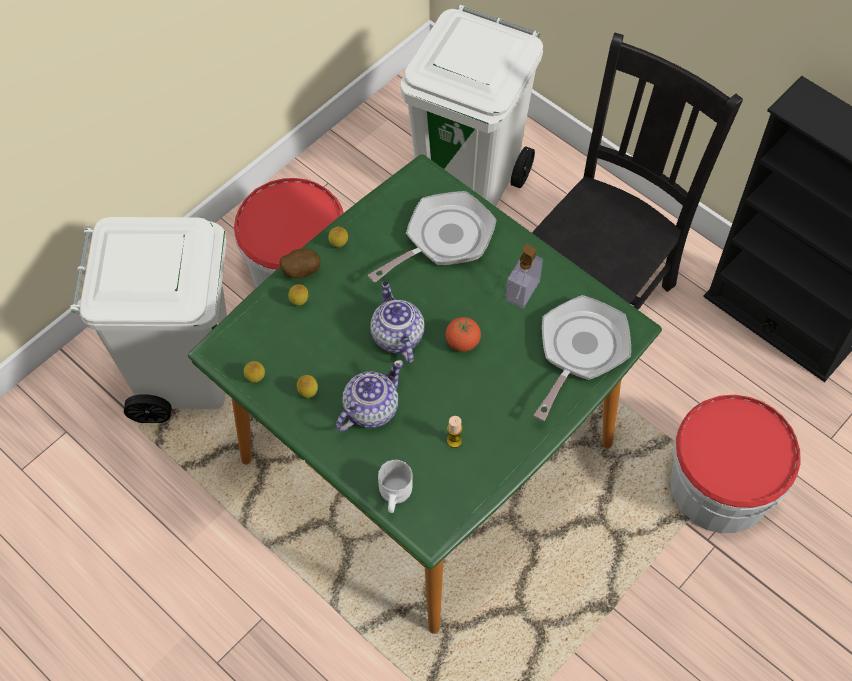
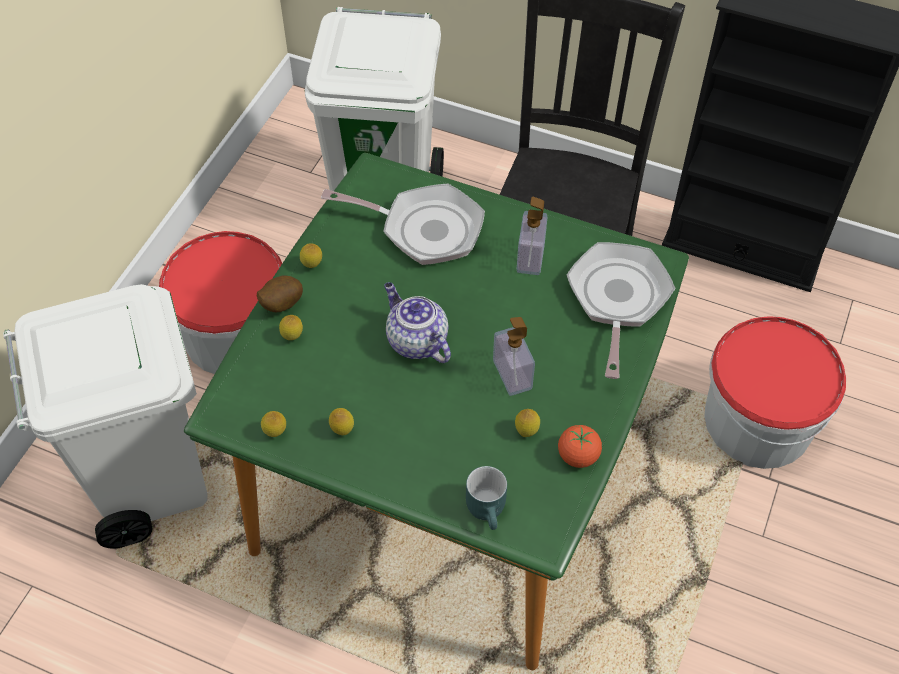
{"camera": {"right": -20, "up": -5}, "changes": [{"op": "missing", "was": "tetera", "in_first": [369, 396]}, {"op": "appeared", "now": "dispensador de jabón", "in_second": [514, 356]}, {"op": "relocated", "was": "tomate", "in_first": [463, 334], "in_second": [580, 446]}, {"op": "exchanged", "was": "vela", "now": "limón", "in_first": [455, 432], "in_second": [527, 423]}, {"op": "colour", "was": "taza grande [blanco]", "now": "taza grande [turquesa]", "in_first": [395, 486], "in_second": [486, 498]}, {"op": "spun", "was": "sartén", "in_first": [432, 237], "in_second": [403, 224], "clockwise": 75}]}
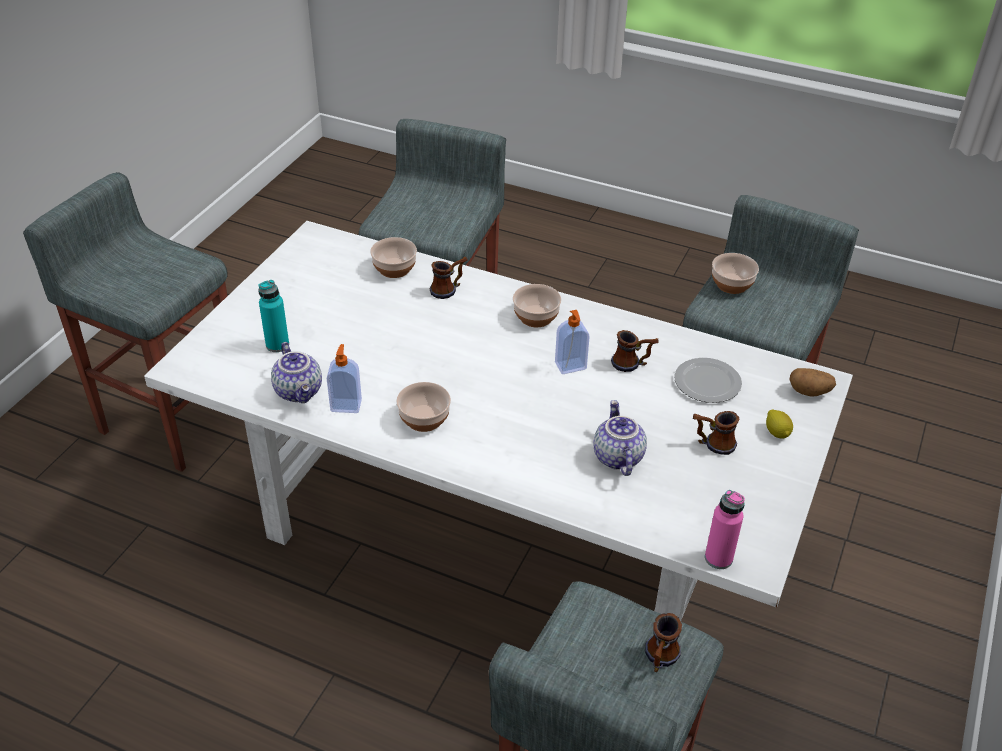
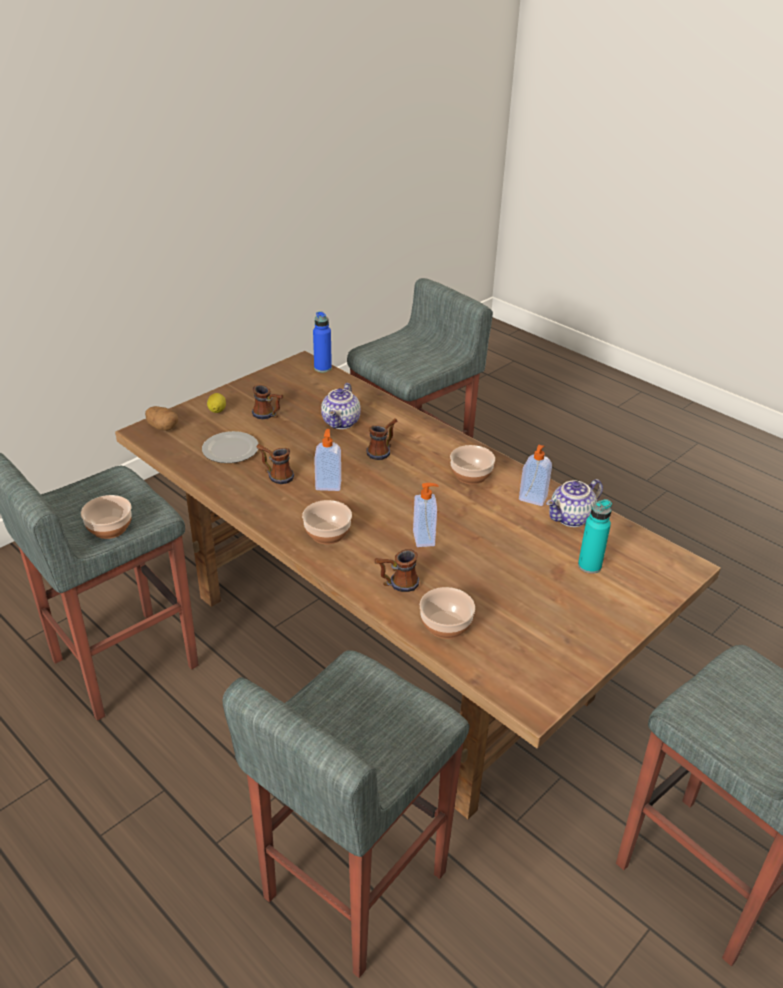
{"camera": {"right": -160, "up": -5}, "changes": [{"op": "appeared", "now": "dispensador de jabón", "in_second": [425, 515]}, {"op": "relocated", "was": "taza grande", "in_first": [663, 642], "in_second": [381, 439]}, {"op": "colour", "was": "mesa de comedor [blanco]", "now": "mesa de comedor [marrón]", "in_first": [498, 421], "in_second": [418, 585]}, {"op": "colour", "was": "botella [rosa]", "now": "botella [azul]", "in_first": [725, 529], "in_second": [322, 341]}, {"op": "spun", "was": "tetera", "in_first": [296, 372], "in_second": [574, 503], "clockwise": -120}]}
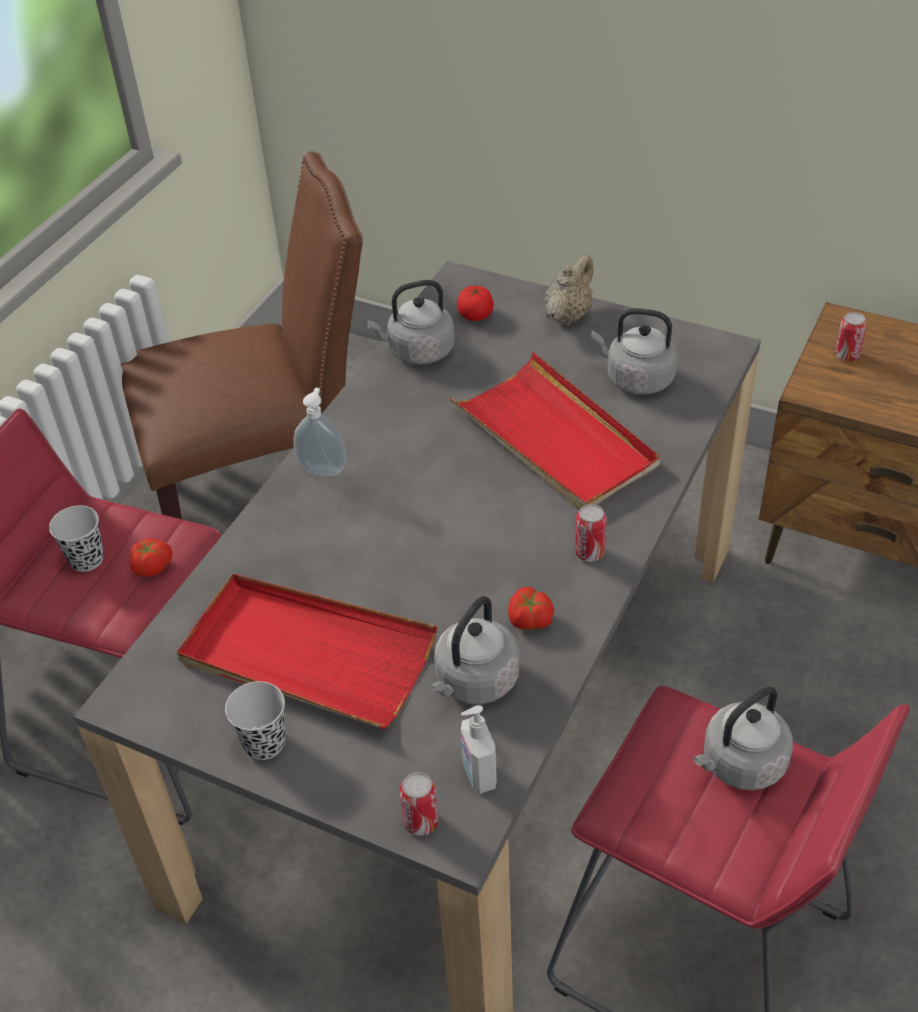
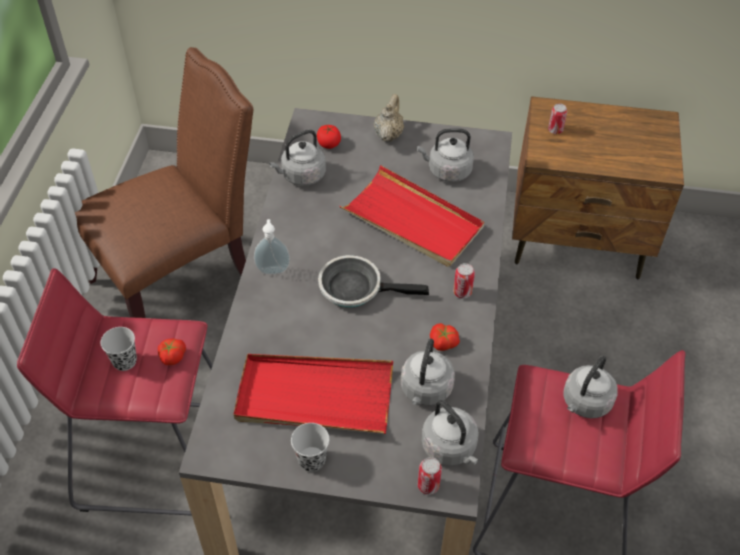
{"camera": {"right": -20, "up": 5}, "changes": [{"op": "appeared", "now": "sartén", "in_second": [373, 281]}, {"op": "exchanged", "was": "dispensador de jabón", "now": "hervidor [gris]", "in_first": [479, 749], "in_second": [450, 433]}]}
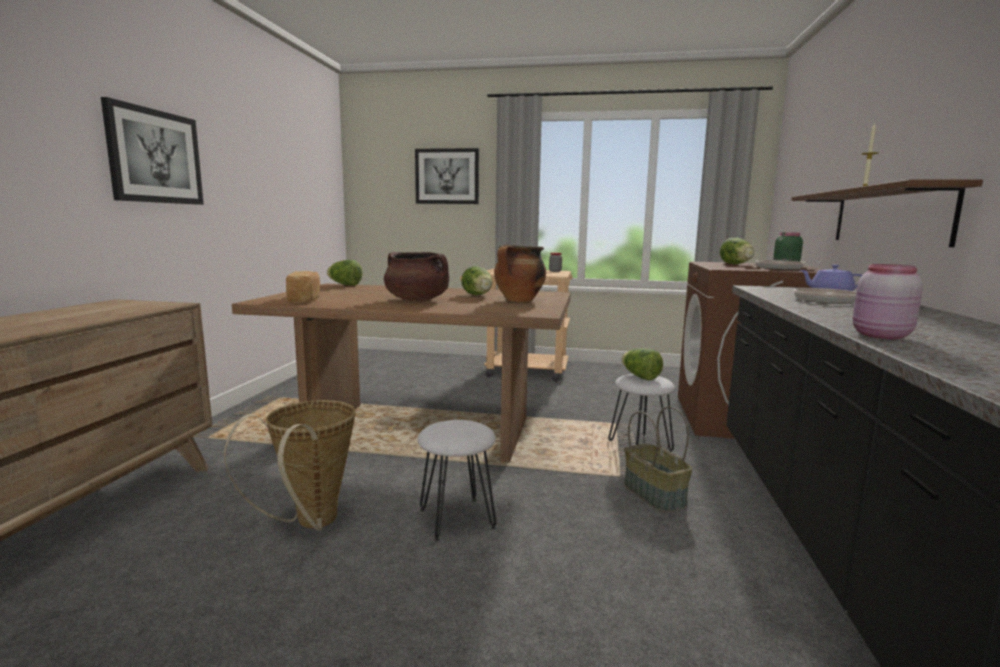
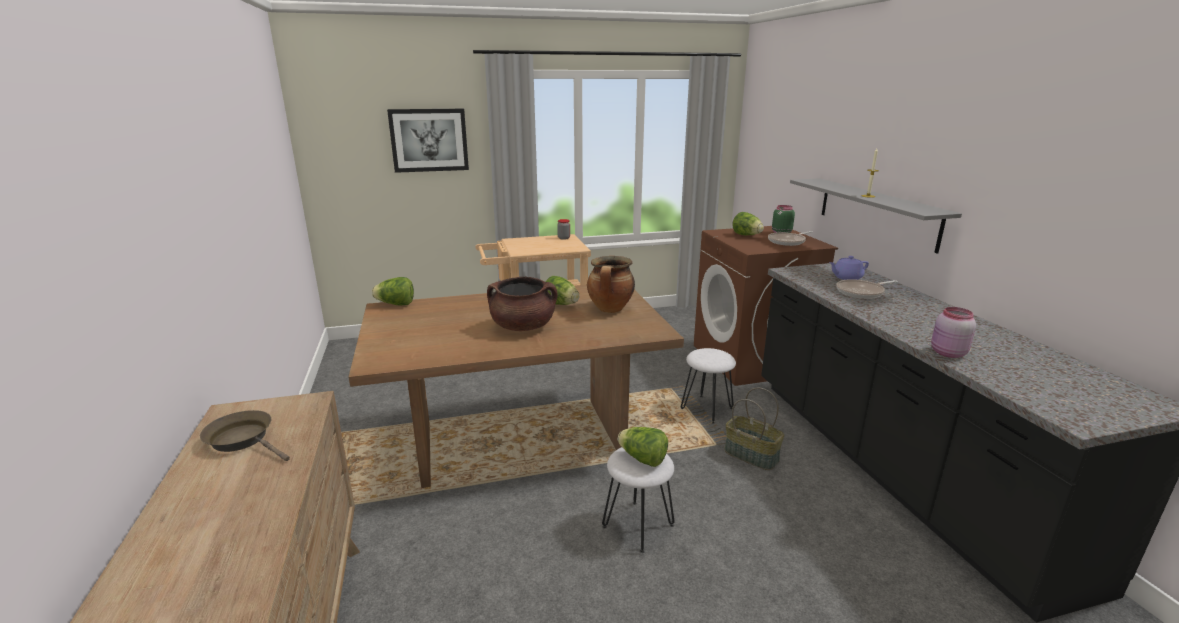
{"camera": {"right": -25, "up": 10}, "changes": [{"op": "missing", "was": "cuadro", "in_first": [152, 151]}, {"op": "missing", "was": "cesta", "in_first": [290, 465]}, {"op": "missing", "was": "pan", "in_first": [303, 287]}, {"op": "appeared", "now": "sartén [marrón]", "in_second": [245, 435]}, {"op": "relocated", "was": "lechuga", "in_first": [642, 364], "in_second": [643, 447]}, {"op": "colour", "was": "estante [marrón]", "now": "estante [gris]", "in_first": [887, 213], "in_second": [876, 216]}]}
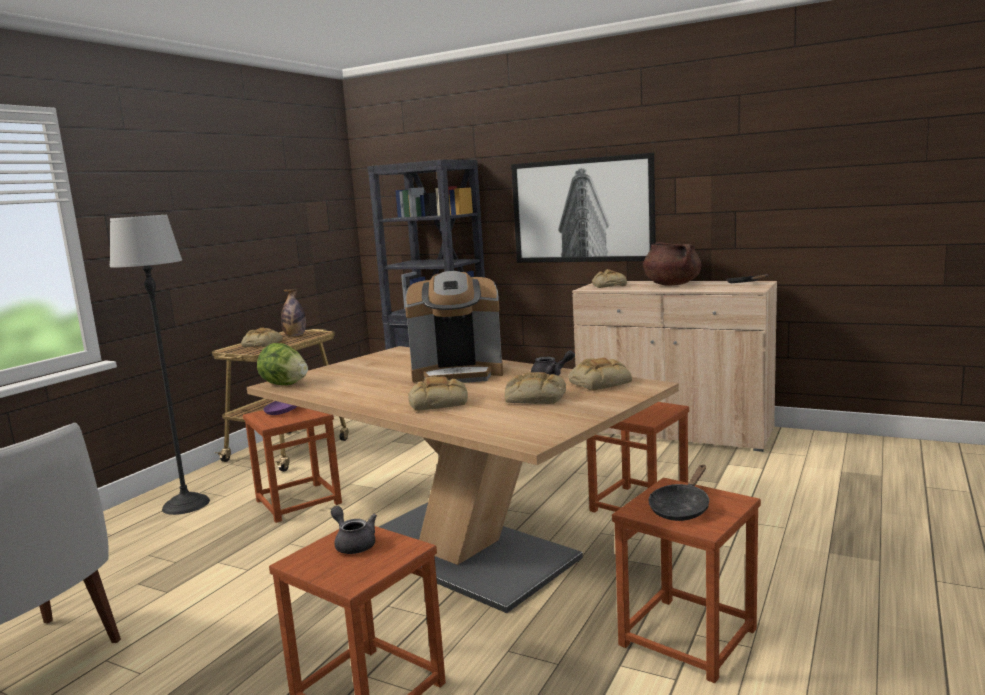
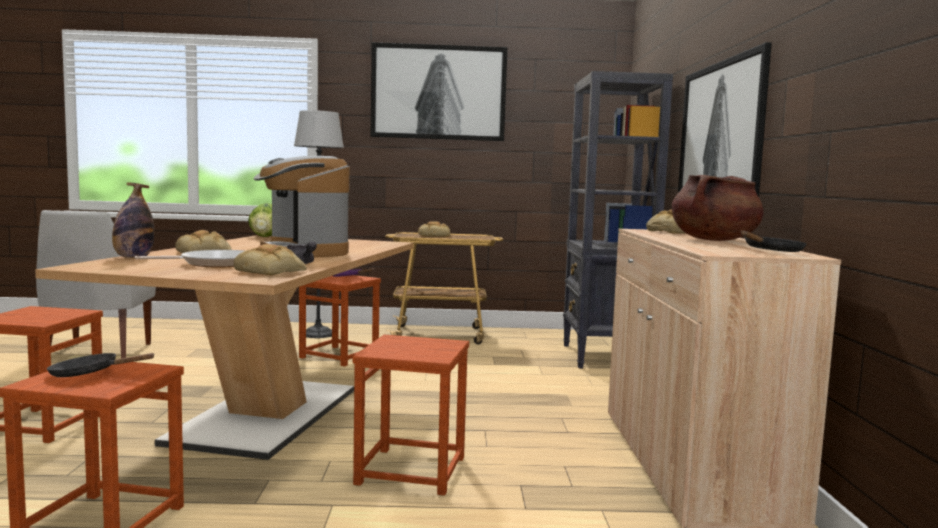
{"camera": {"right": 60, "up": -5}, "changes": [{"op": "missing", "was": "tetera [gris]", "in_first": [354, 530]}, {"op": "appeared", "now": "cuadro", "in_second": [439, 91]}, {"op": "relocated", "was": "botella", "in_first": [293, 312], "in_second": [133, 220]}, {"op": "exchanged", "was": "pan", "now": "sartén", "in_first": [535, 388], "in_second": [189, 258]}]}
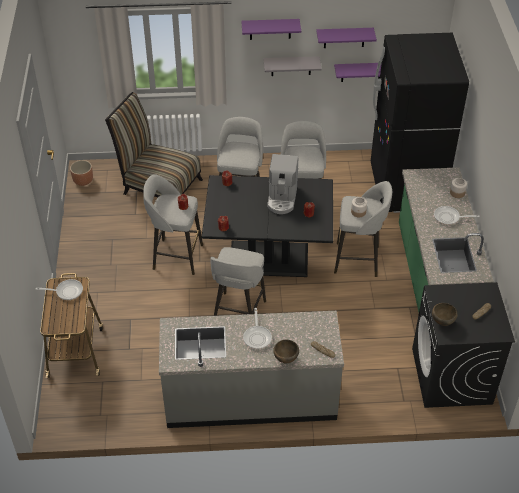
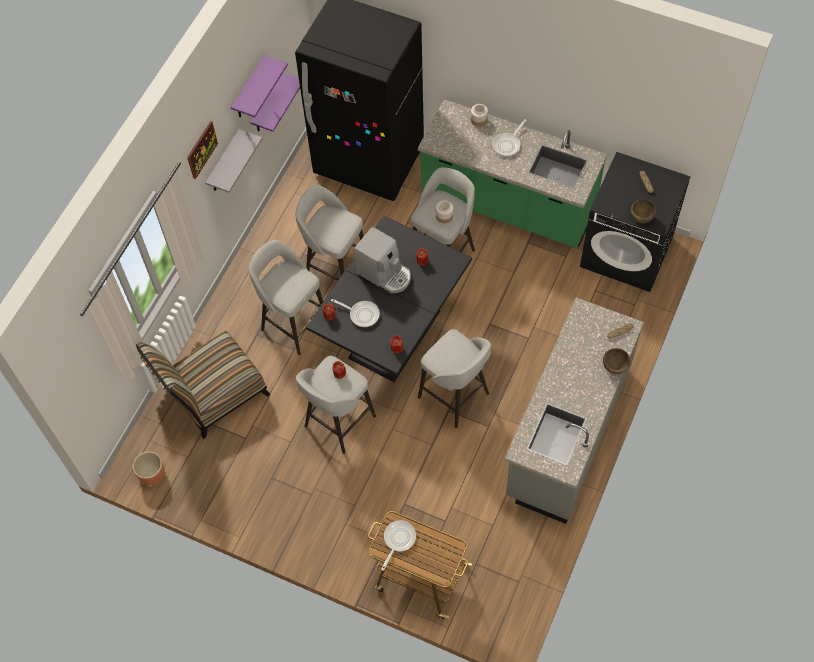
{"camera": {"right": -60, "up": 15}, "changes": [{"op": "relocated", "was": "sartén", "in_first": [257, 328], "in_second": [355, 313]}, {"op": "exchanged", "was": "estante [morado]", "now": "cuadro", "in_first": [271, 29], "in_second": [202, 150]}]}
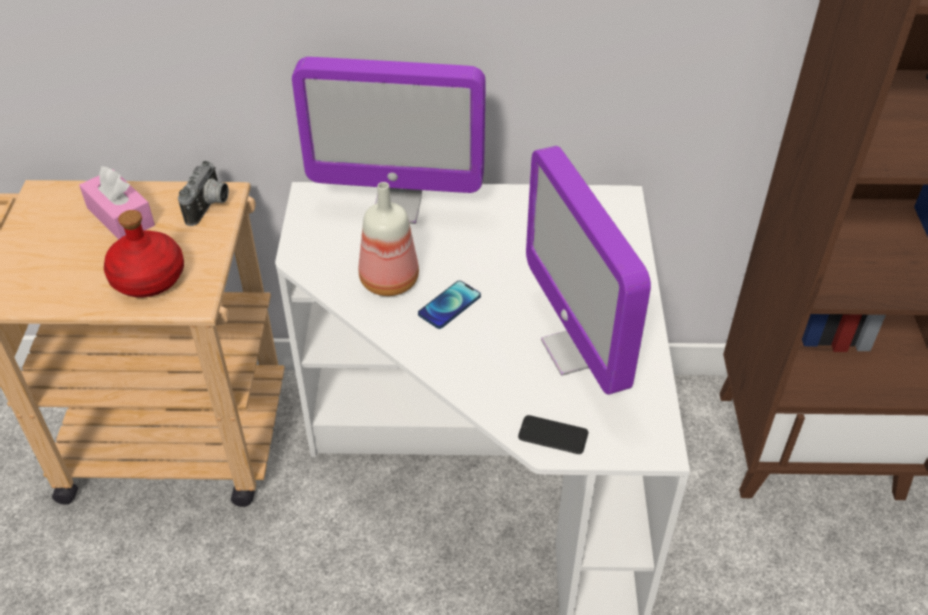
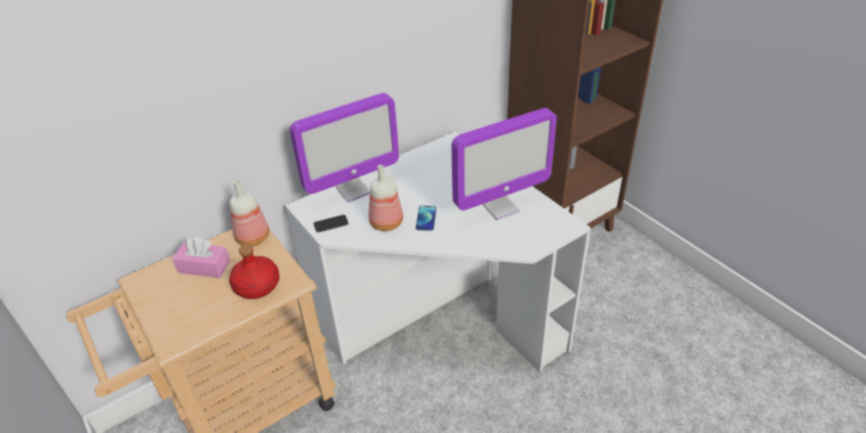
{"camera": {"right": -35, "up": -5}, "changes": [{"op": "relocated", "was": "móvil", "in_first": [553, 434], "in_second": [331, 223]}, {"op": "exchanged", "was": "cámara", "now": "botella", "in_first": [203, 193], "in_second": [249, 213]}, {"op": "spun", "was": "monitor", "in_first": [588, 270], "in_second": [504, 164], "clockwise": -60}]}
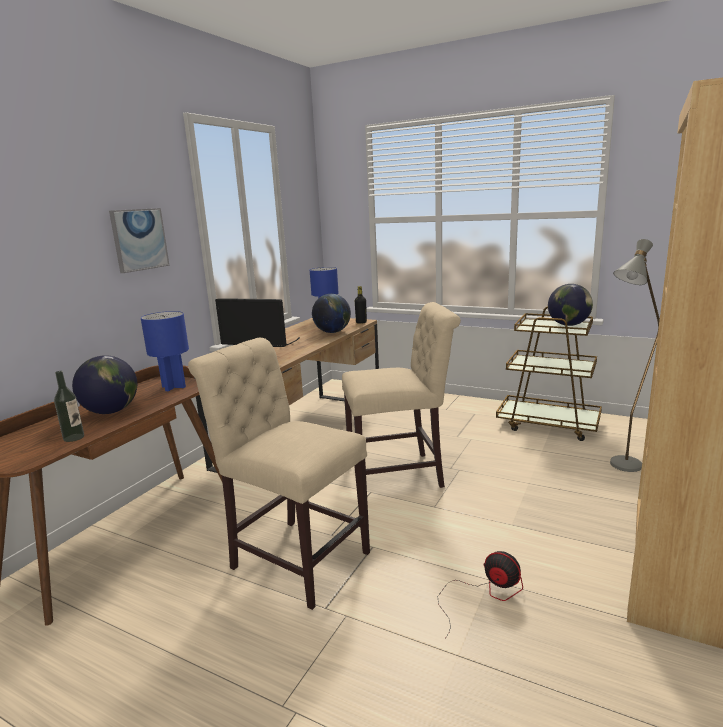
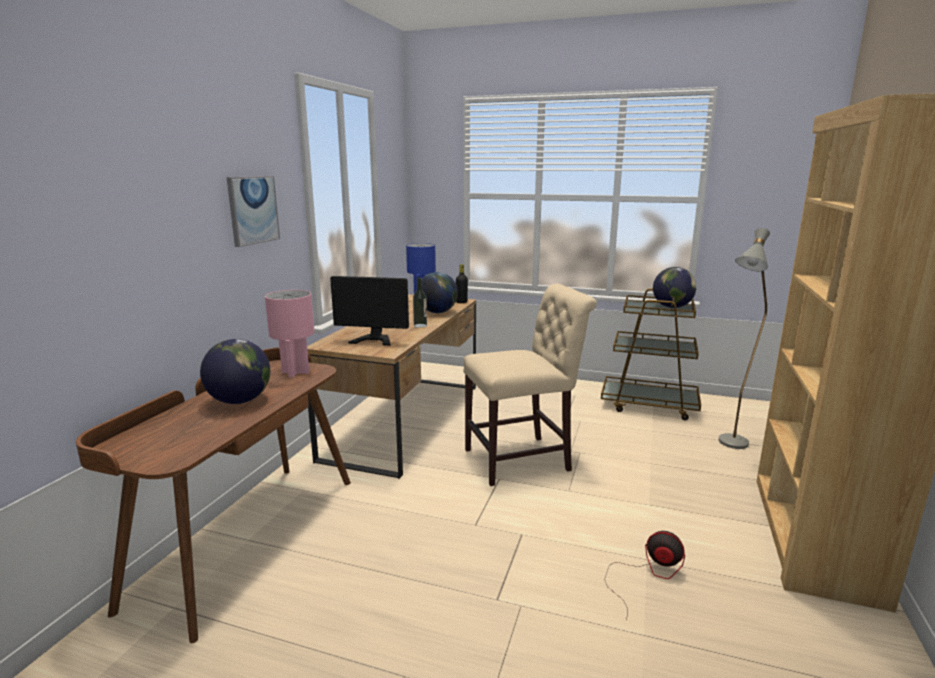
{"camera": {"right": -10, "up": 0}, "changes": [{"op": "missing", "was": "silla [beis]", "in_first": [279, 473]}, {"op": "relocated", "was": "botella", "in_first": [69, 406], "in_second": [420, 303]}, {"op": "colour", "was": "lámpara de mesa [azul]", "now": "lámpara de mesa [rosa]", "in_first": [165, 351], "in_second": [289, 334]}]}
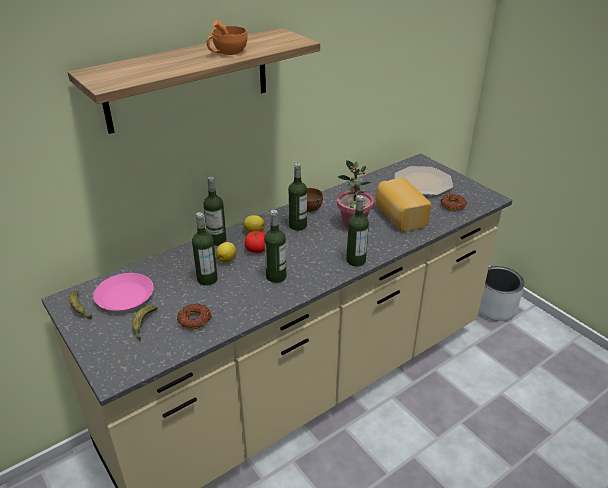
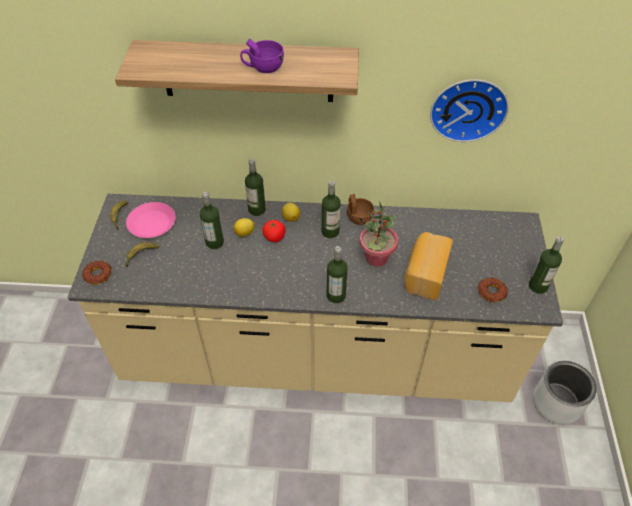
{"camera": {"right": 40, "up": 15}, "changes": [{"op": "missing", "was": "plato", "in_first": [424, 180]}, {"op": "appeared", "now": "reloj de pared", "in_second": [469, 110]}, {"op": "relocated", "was": "rosquilla", "in_first": [194, 316], "in_second": [96, 272]}, {"op": "relocated", "was": "botella", "in_first": [275, 246], "in_second": [546, 265]}, {"op": "colour", "was": "taza [naranja]", "now": "taza [morado]", "in_first": [227, 37], "in_second": [262, 56]}]}
